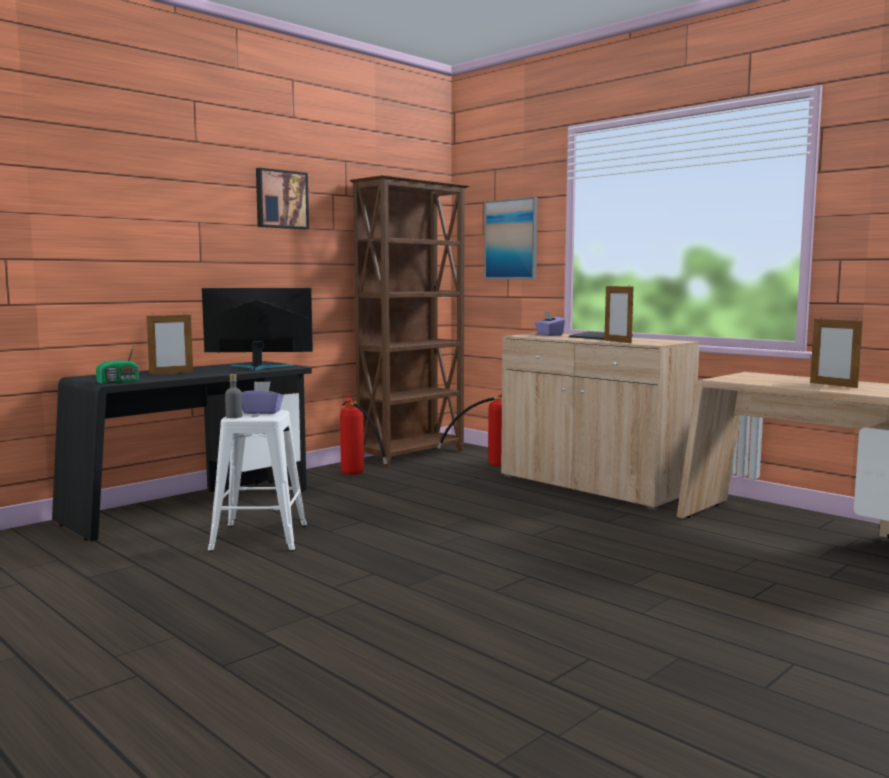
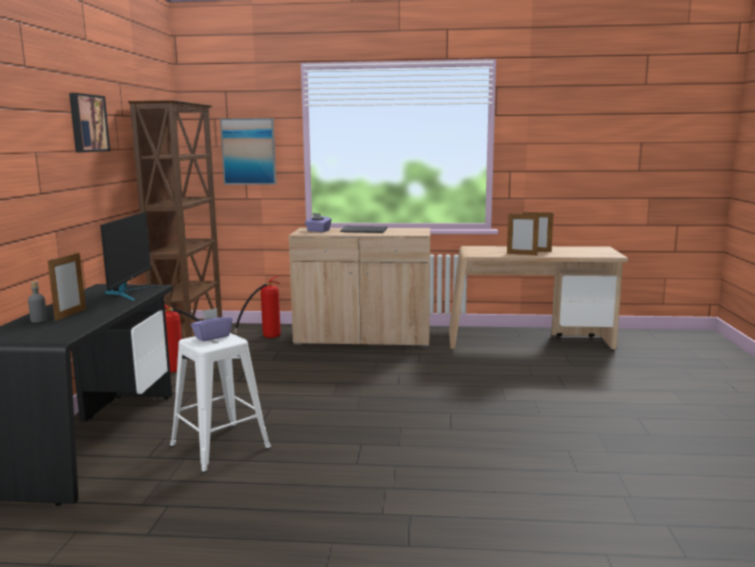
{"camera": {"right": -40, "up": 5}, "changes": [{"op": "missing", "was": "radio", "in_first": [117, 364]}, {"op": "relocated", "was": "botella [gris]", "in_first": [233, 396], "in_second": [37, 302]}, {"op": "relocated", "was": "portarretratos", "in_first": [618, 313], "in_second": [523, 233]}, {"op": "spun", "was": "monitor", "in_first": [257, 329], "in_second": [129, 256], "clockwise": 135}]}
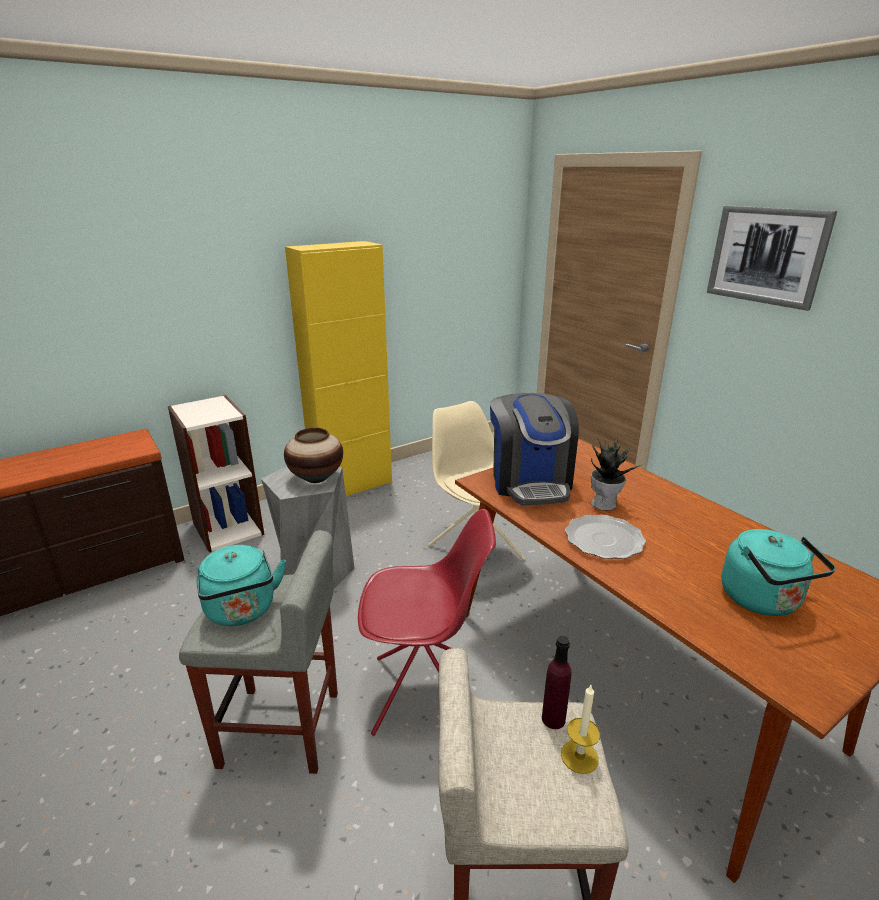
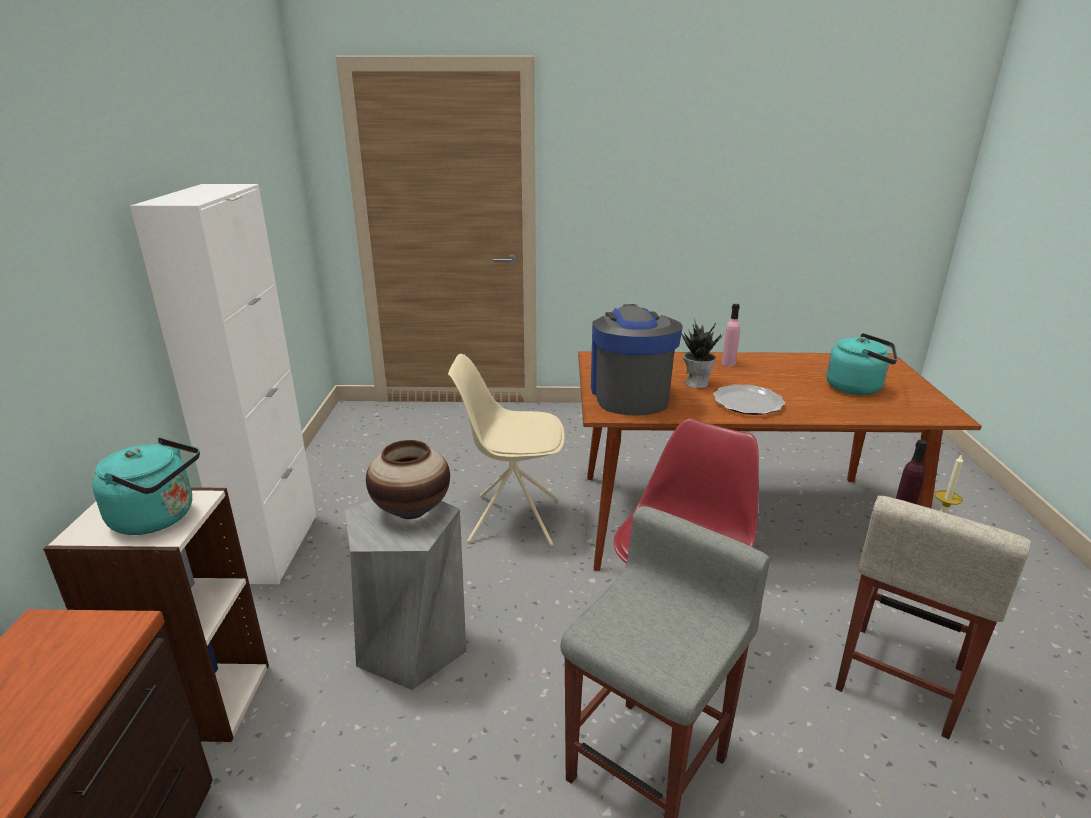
{"camera": {"right": -55, "up": 0}, "changes": [{"op": "missing", "was": "cuadro", "in_first": [772, 258]}, {"op": "appeared", "now": "botella [rosa]", "in_second": [731, 335]}, {"op": "relocated", "was": "hervidor [turquesa]", "in_first": [241, 585], "in_second": [146, 486]}, {"op": "colour", "was": "armario [amarillo]", "now": "armario [blanco]", "in_first": [338, 368], "in_second": [223, 384]}, {"op": "spun", "was": "cafetera", "in_first": [534, 449], "in_second": [636, 360], "clockwise": -120}]}
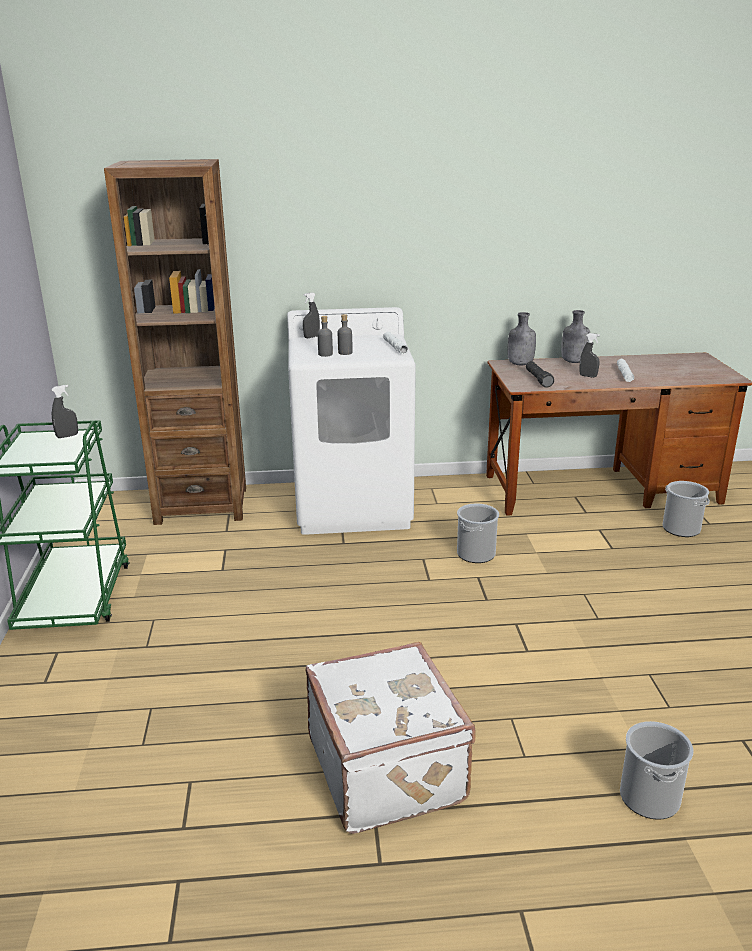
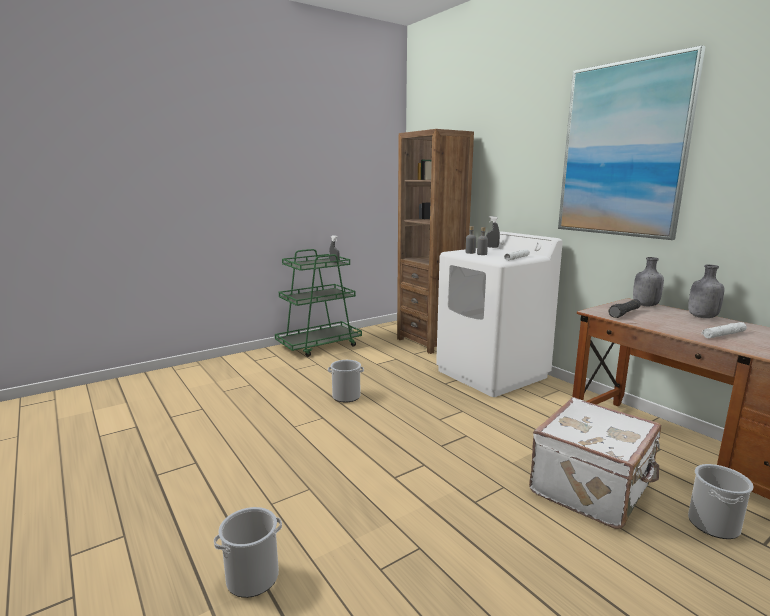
{"camera": {"right": 60, "up": -10}, "changes": [{"op": "missing", "was": "pulverizador [gris]", "in_first": [589, 355]}, {"op": "appeared", "now": "cuadro", "in_second": [632, 142]}, {"op": "relocated", "was": "maleta [blanco]", "in_first": [390, 738], "in_second": [595, 463]}, {"op": "relocated", "was": "cubo", "in_first": [478, 533], "in_second": [346, 381]}]}
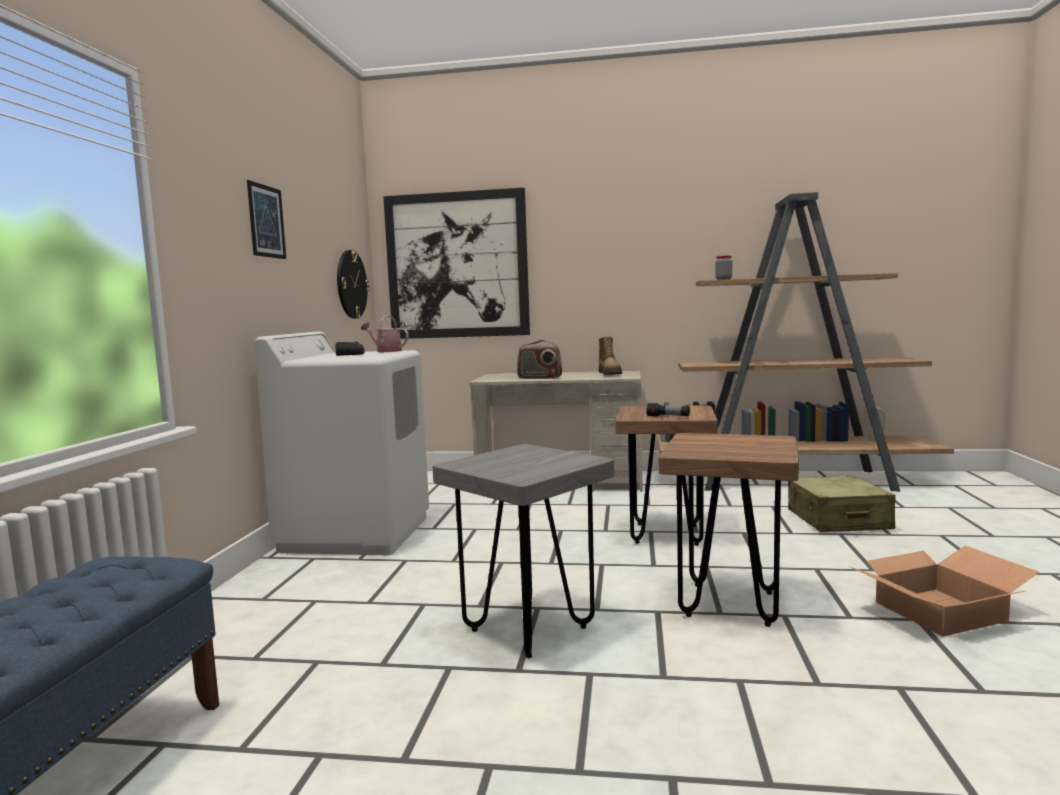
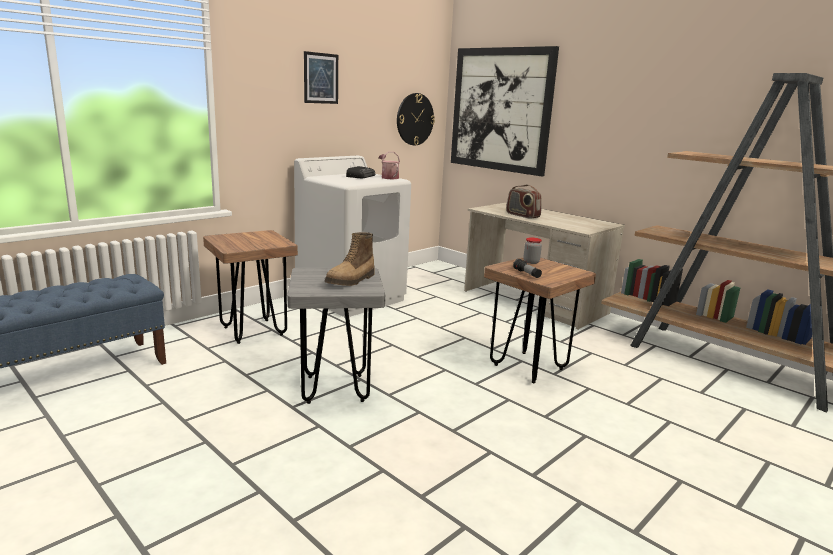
{"camera": {"right": 35, "up": 10}, "changes": [{"op": "missing", "was": "maleta [beis]", "in_first": [842, 504]}, {"op": "missing", "was": "caja de cartón", "in_first": [943, 591]}, {"op": "relocated", "was": "bota", "in_first": [610, 356], "in_second": [349, 259]}, {"op": "relocated", "was": "taburete [marrón]", "in_first": [728, 530], "in_second": [250, 287]}, {"op": "relocated", "was": "tarro", "in_first": [723, 267], "in_second": [532, 250]}]}
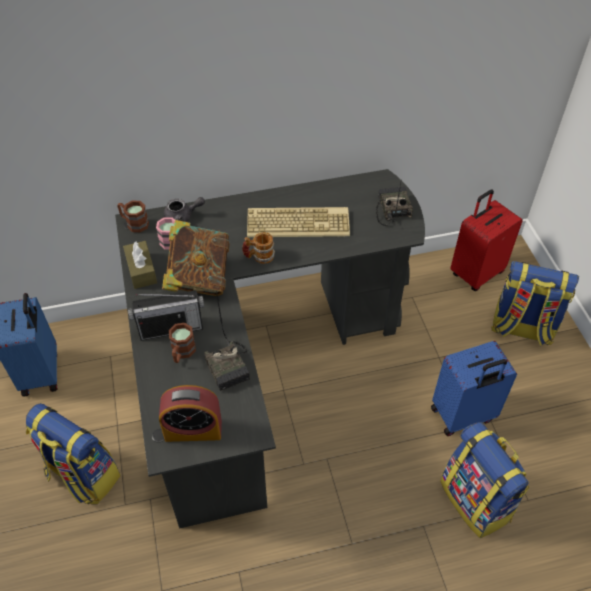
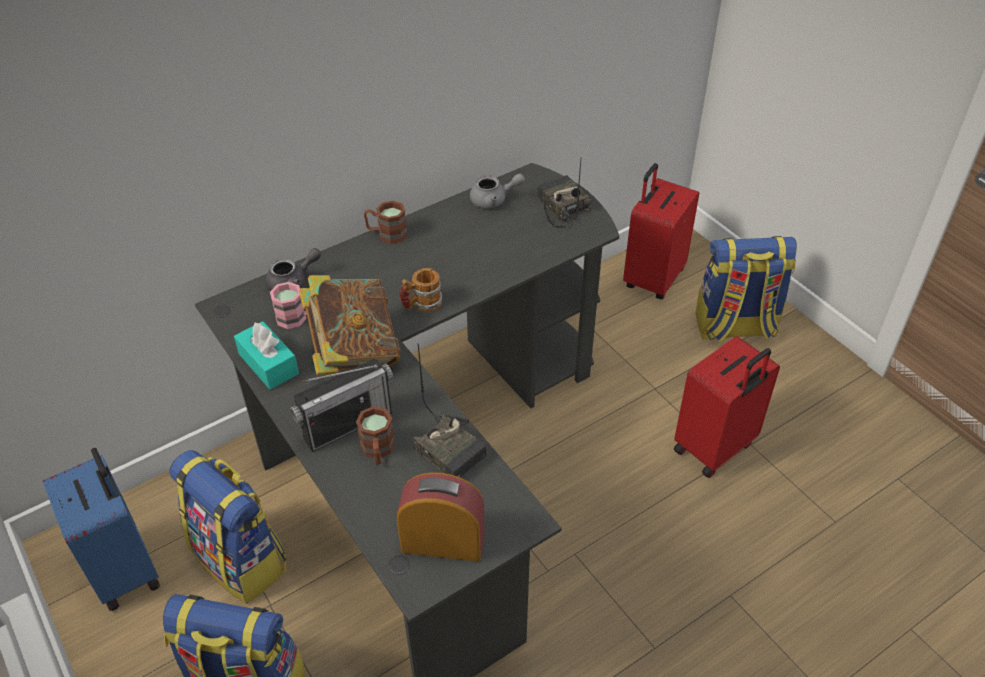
{"camera": {"right": -20, "up": -5}, "changes": [{"op": "missing", "was": "teclado", "in_first": [298, 222]}, {"op": "appeared", "now": "tetera [gris]", "in_second": [497, 190]}, {"op": "relocated", "was": "taza grande [marrón]", "in_first": [133, 216], "in_second": [386, 222]}, {"op": "relocated", "was": "mochila", "in_first": [485, 480], "in_second": [228, 527]}, {"op": "colour", "was": "caja de pañuelos [marrón]", "now": "caja de pañuelos [turquesa]", "in_first": [140, 265], "in_second": [266, 355]}, {"op": "colour", "was": "maleta [azul]", "now": "maleta [rojo]", "in_first": [474, 388], "in_second": [727, 407]}, {"op": "spun", "was": "despertador", "in_first": [190, 413], "in_second": [441, 517], "clockwise": -150}]}
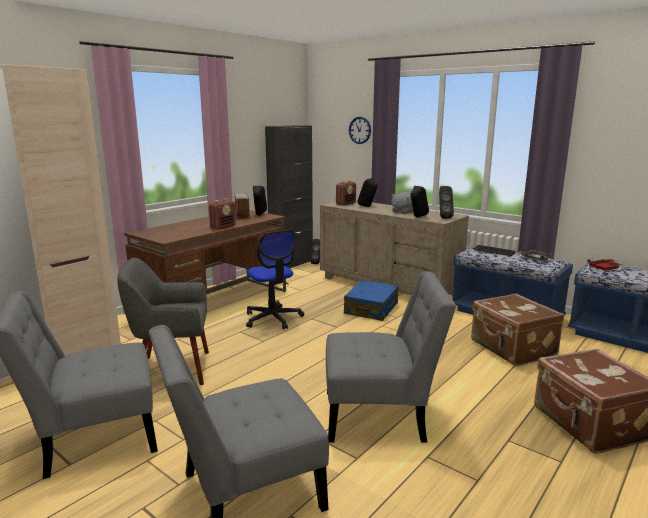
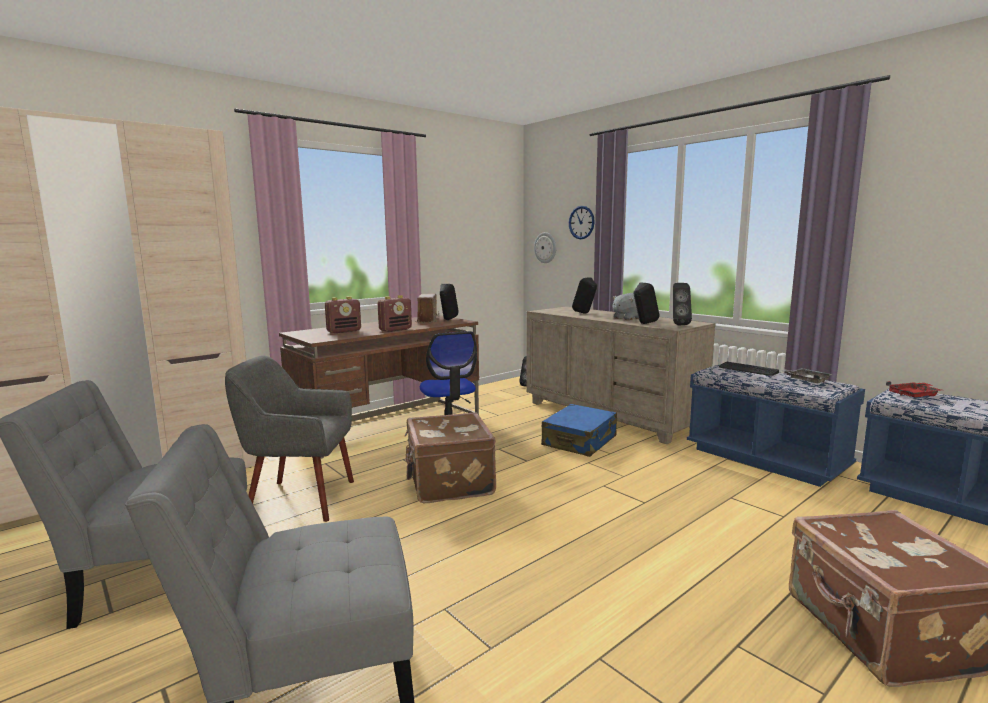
{"camera": {"right": 10, "up": -5}, "changes": [{"op": "missing", "was": "armario [negro]", "in_first": [289, 196]}, {"op": "missing", "was": "silla [gris]", "in_first": [391, 357]}, {"op": "appeared", "now": "reloj de pared", "in_second": [545, 247]}, {"op": "relocated", "was": "radio", "in_first": [346, 193], "in_second": [343, 314]}, {"op": "relocated", "was": "maleta [marrón]", "in_first": [517, 329], "in_second": [450, 457]}]}
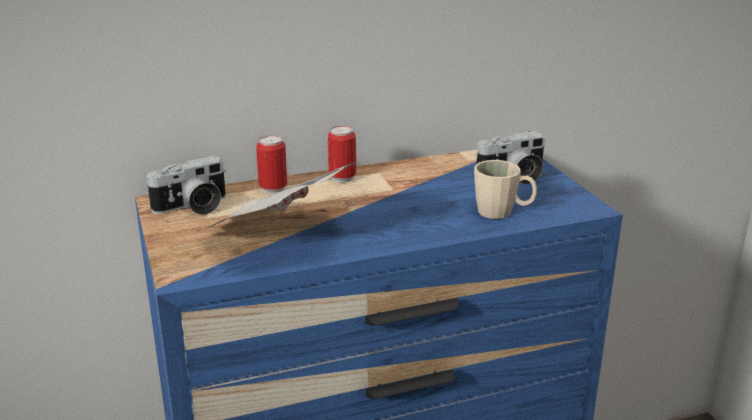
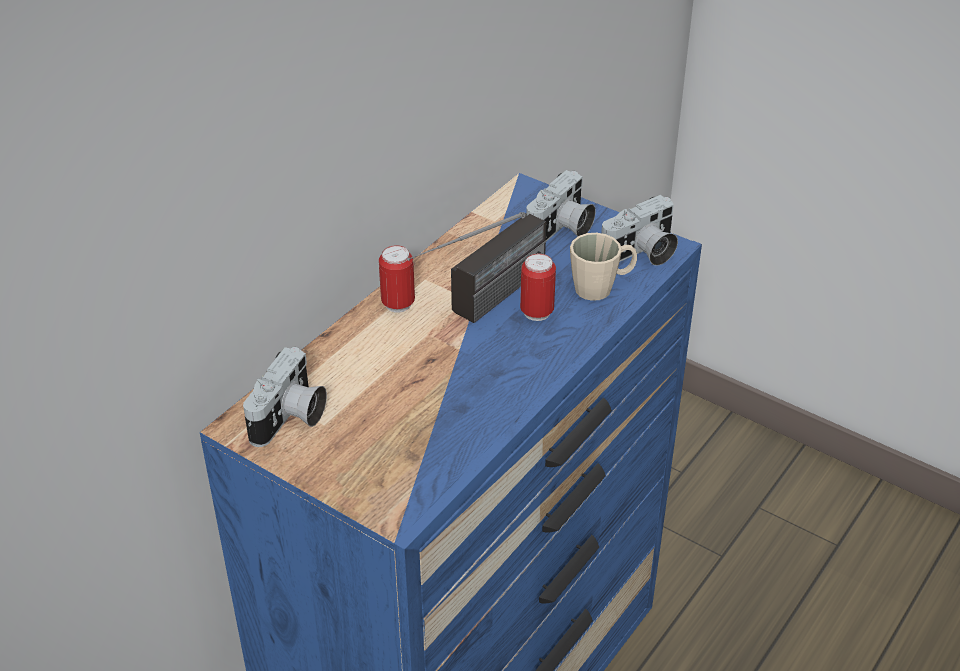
{"camera": {"right": -35, "up": 15}, "changes": [{"op": "missing", "was": "periódico", "in_first": [279, 196]}, {"op": "appeared", "now": "radio", "in_second": [477, 267]}, {"op": "appeared", "now": "cámara", "in_second": [639, 230]}, {"op": "relocated", "was": "lata", "in_first": [271, 164], "in_second": [538, 287]}]}
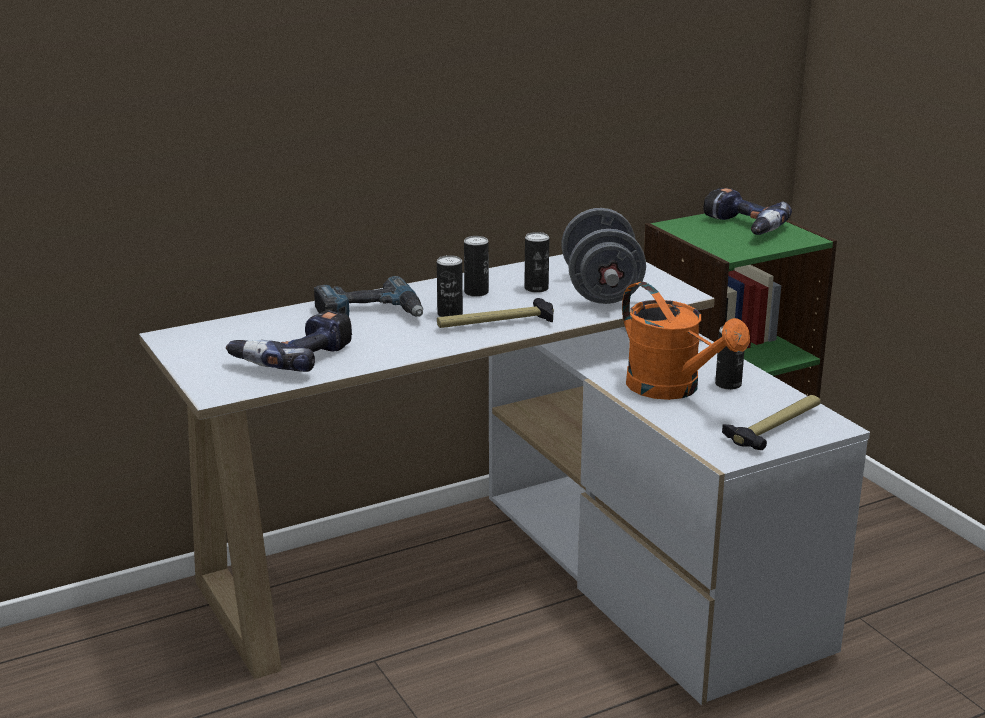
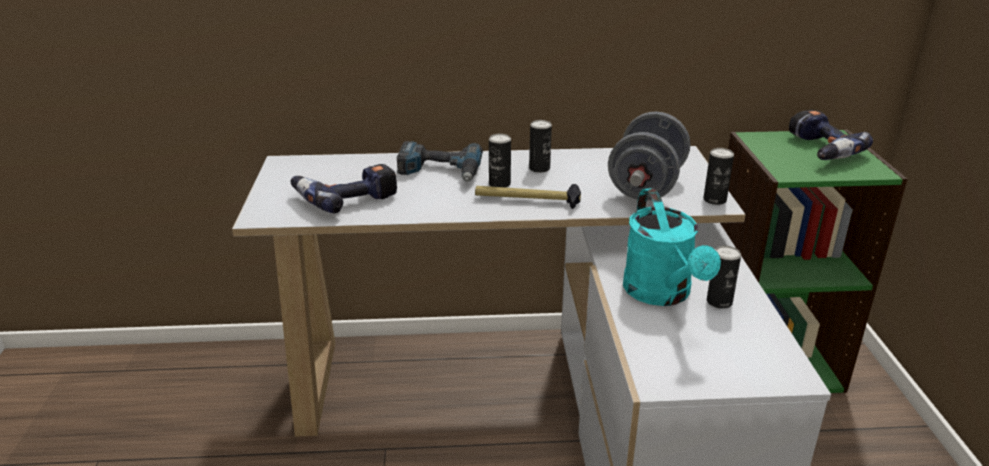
{"camera": {"right": 25, "up": 5}, "changes": [{"op": "missing", "was": "martillo", "in_first": [771, 422]}, {"op": "relocated", "was": "lata", "in_first": [536, 262], "in_second": [718, 176]}, {"op": "colour", "was": "regadera [naranja]", "now": "regadera [turquesa]", "in_first": [686, 341], "in_second": [672, 247]}]}
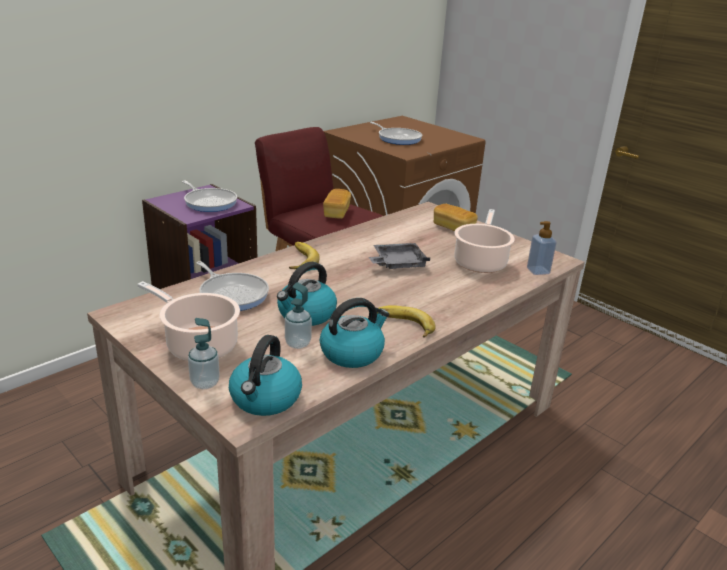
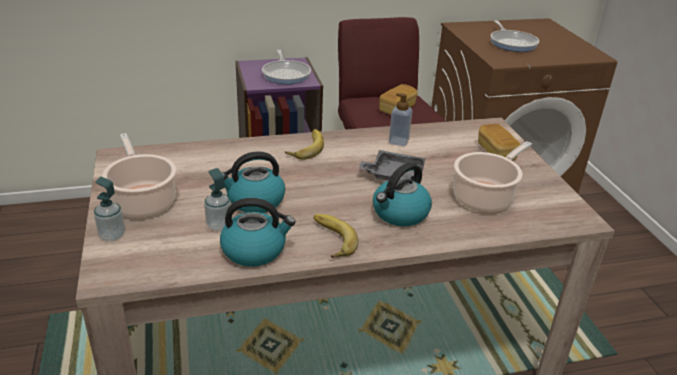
{"camera": {"right": 30, "up": 5}, "changes": [{"op": "missing", "was": "sartén", "in_first": [232, 286]}, {"op": "relocated", "was": "hervidor", "in_first": [265, 375], "in_second": [402, 194]}, {"op": "relocated", "was": "dispensador de jabón", "in_first": [541, 248], "in_second": [401, 119]}]}
